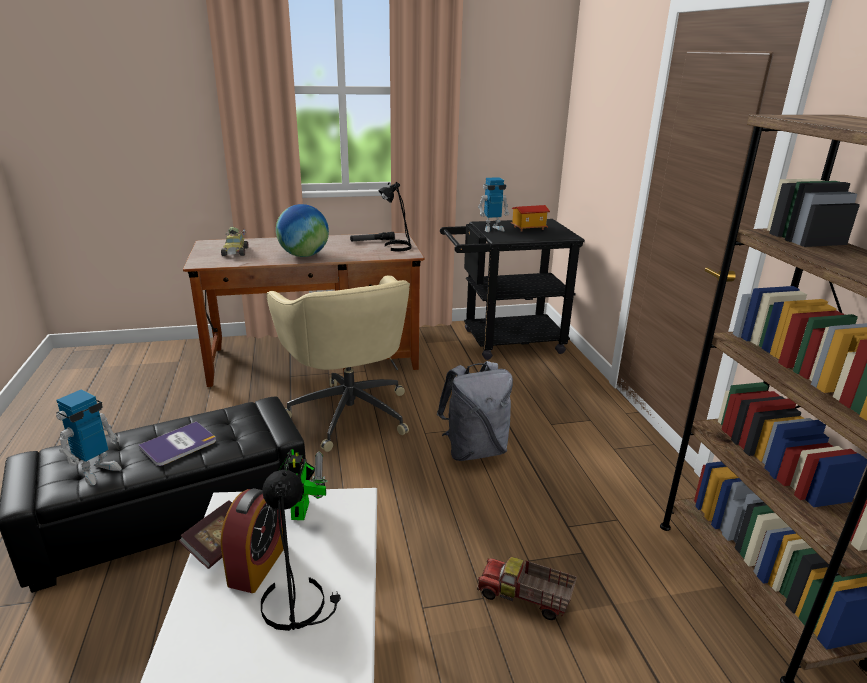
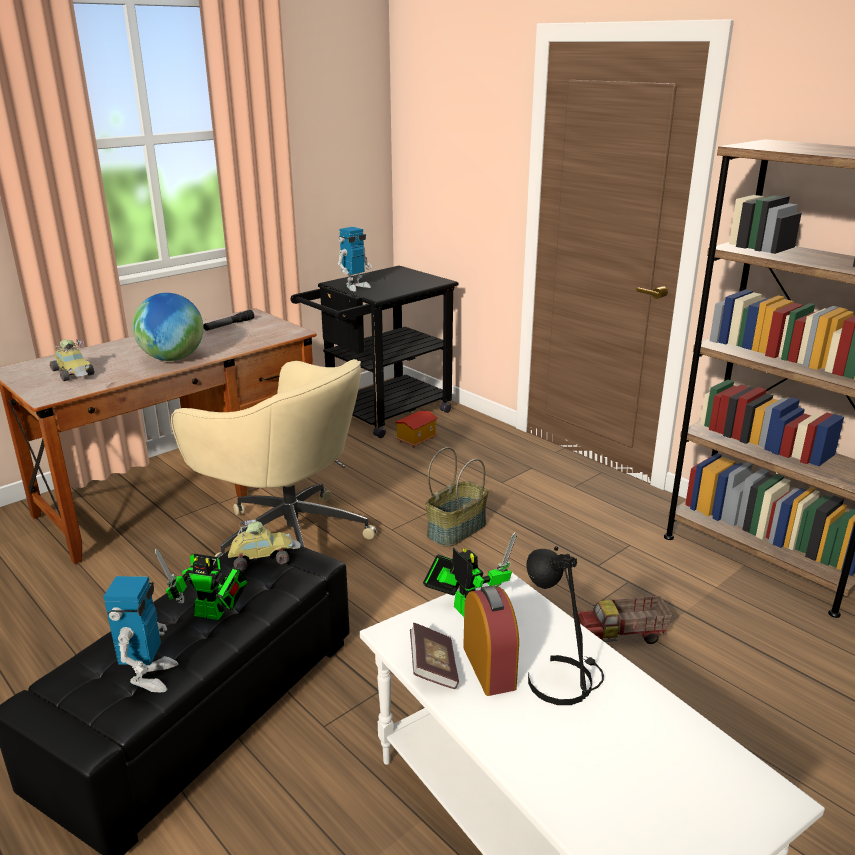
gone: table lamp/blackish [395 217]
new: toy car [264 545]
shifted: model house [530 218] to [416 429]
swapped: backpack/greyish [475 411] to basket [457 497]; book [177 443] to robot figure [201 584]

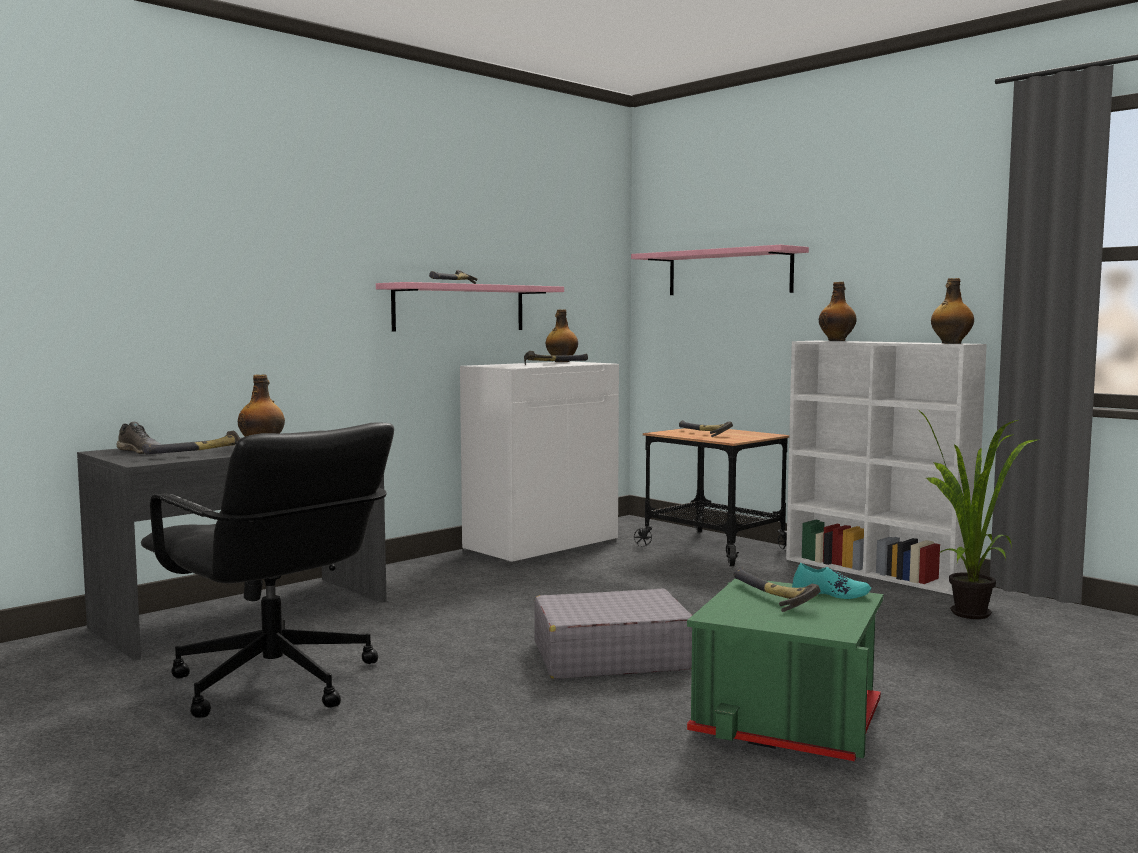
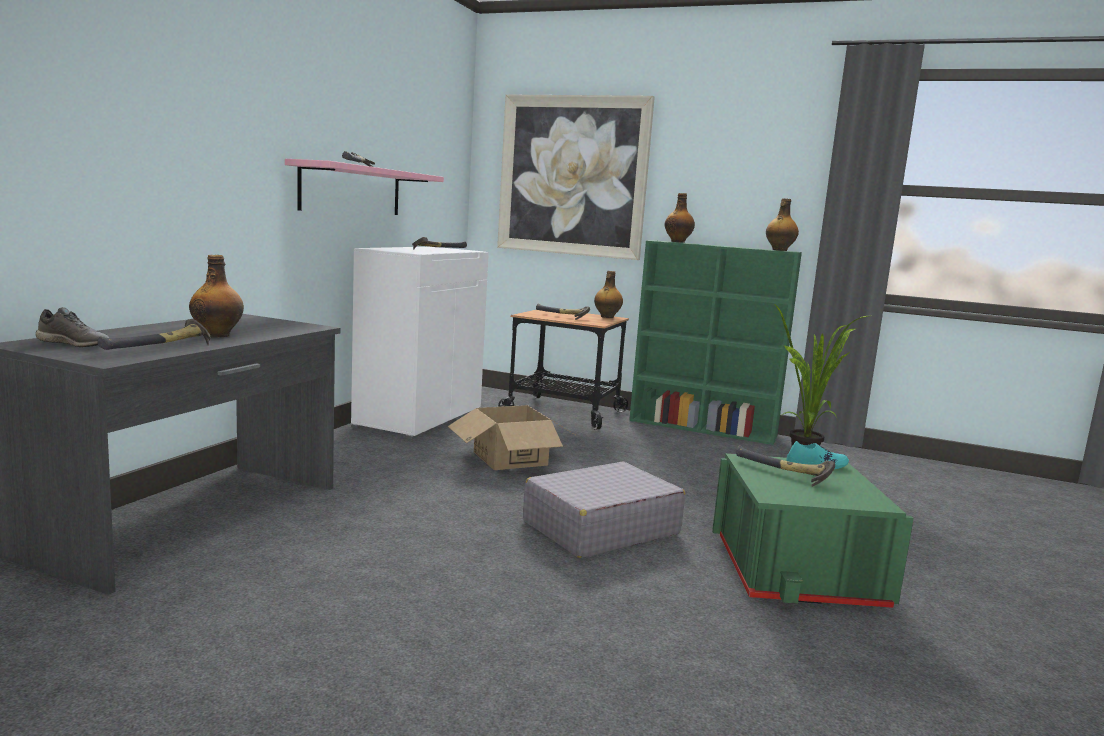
gone: computer chair/blackish [267 570]
new: cardboard box [511 437]
shifted: beverage bottle [561 335] to [608 294]
swapped: bracket shelf/pinkish [720 270] to wall art [576 177]
repainted: bookshelf/white-coloured [886 468] to bookshelf/green-coloured [715 343]

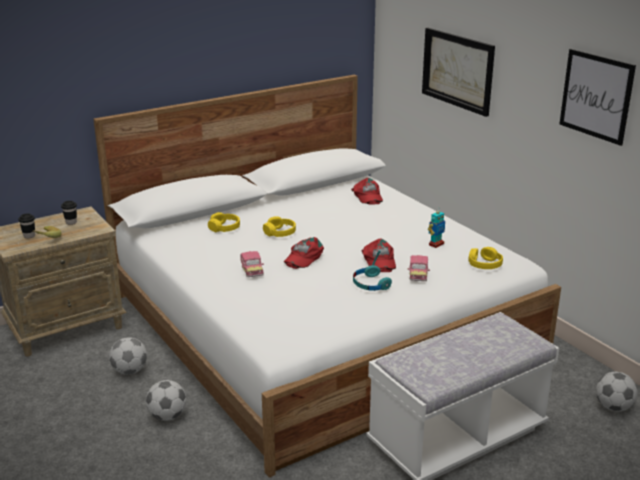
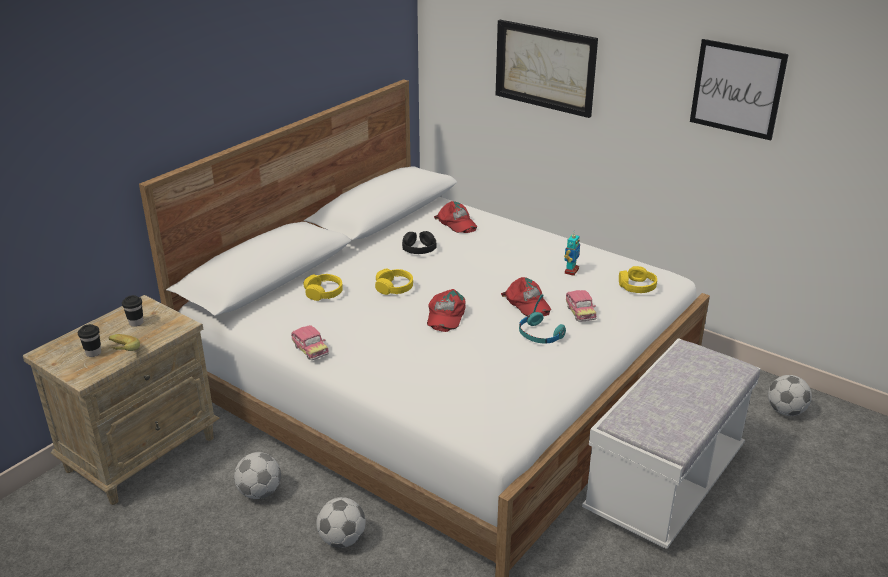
new: headphones/blackish [419 242]
shifted: toy car [252 264] to [310 342]

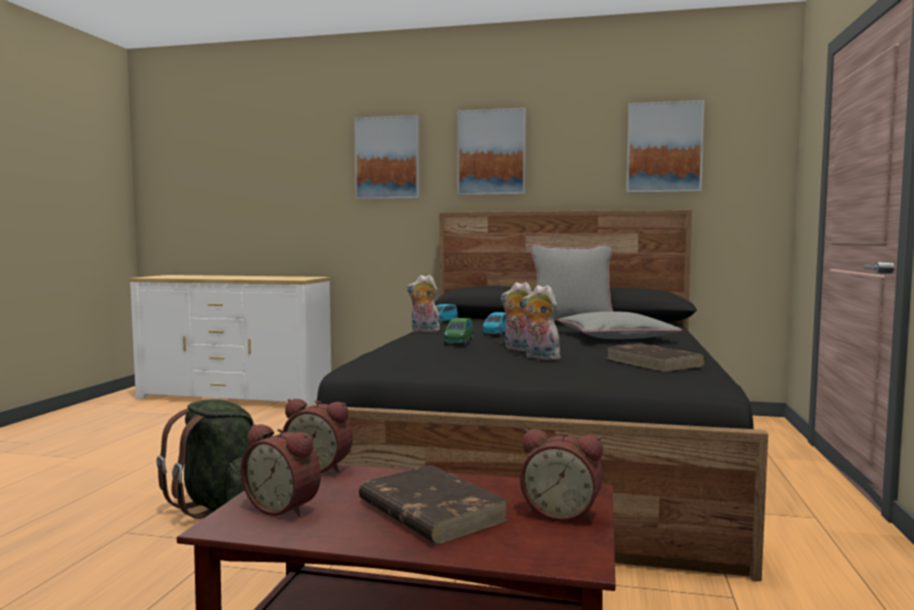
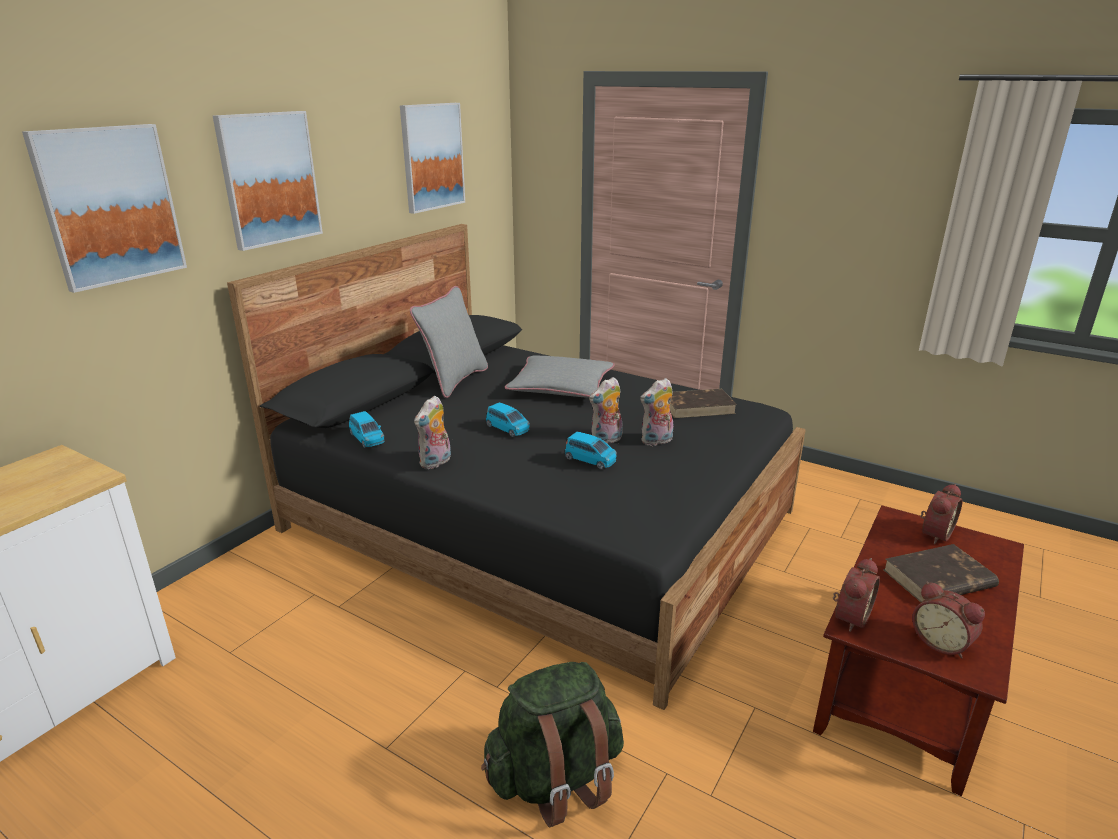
repainted: toy car/green-coloured [459 331] to toy car/blue [591 450]
rotated: table clock [281 470] = [948 620] 90 degrees clockwise

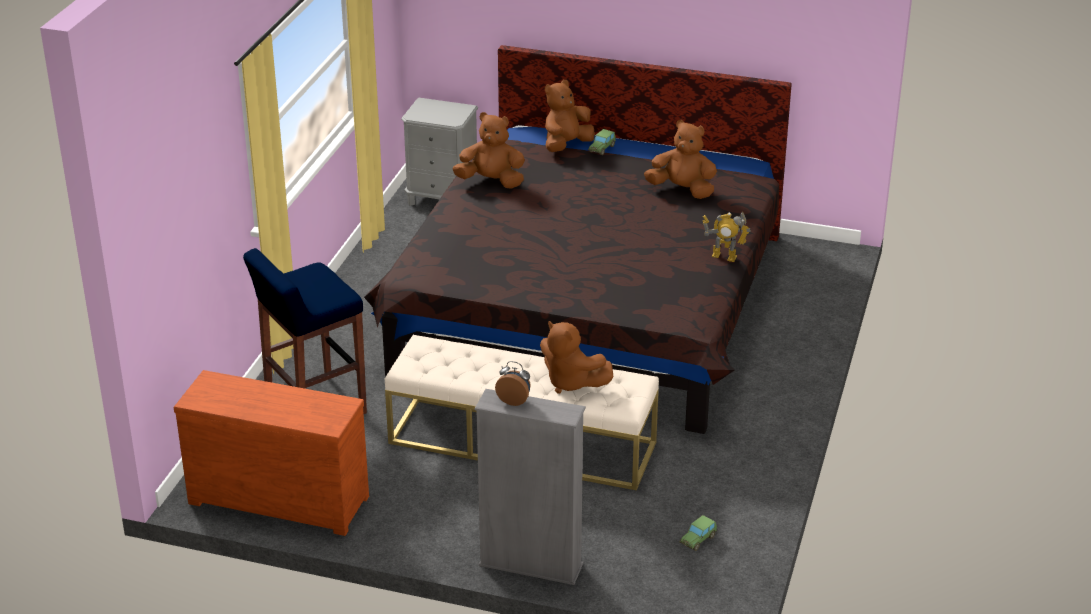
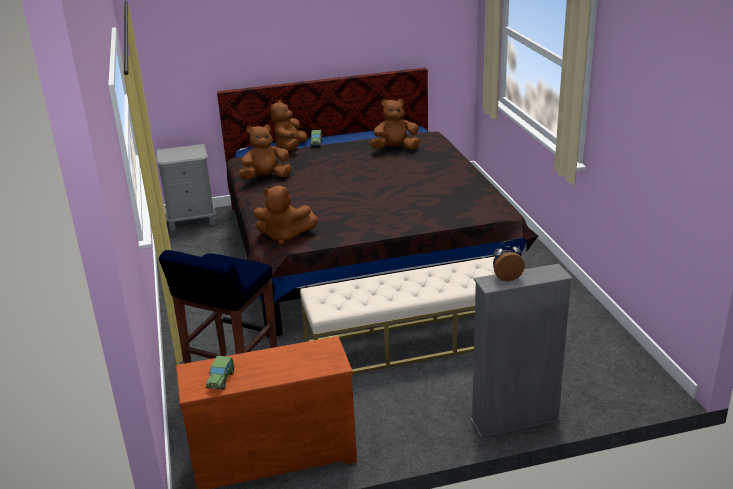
gone: robot figure [727 237]
shifted: cuddly toy/brown-coloured [576 357] to [285 215]; toy car [698 533] to [220 373]

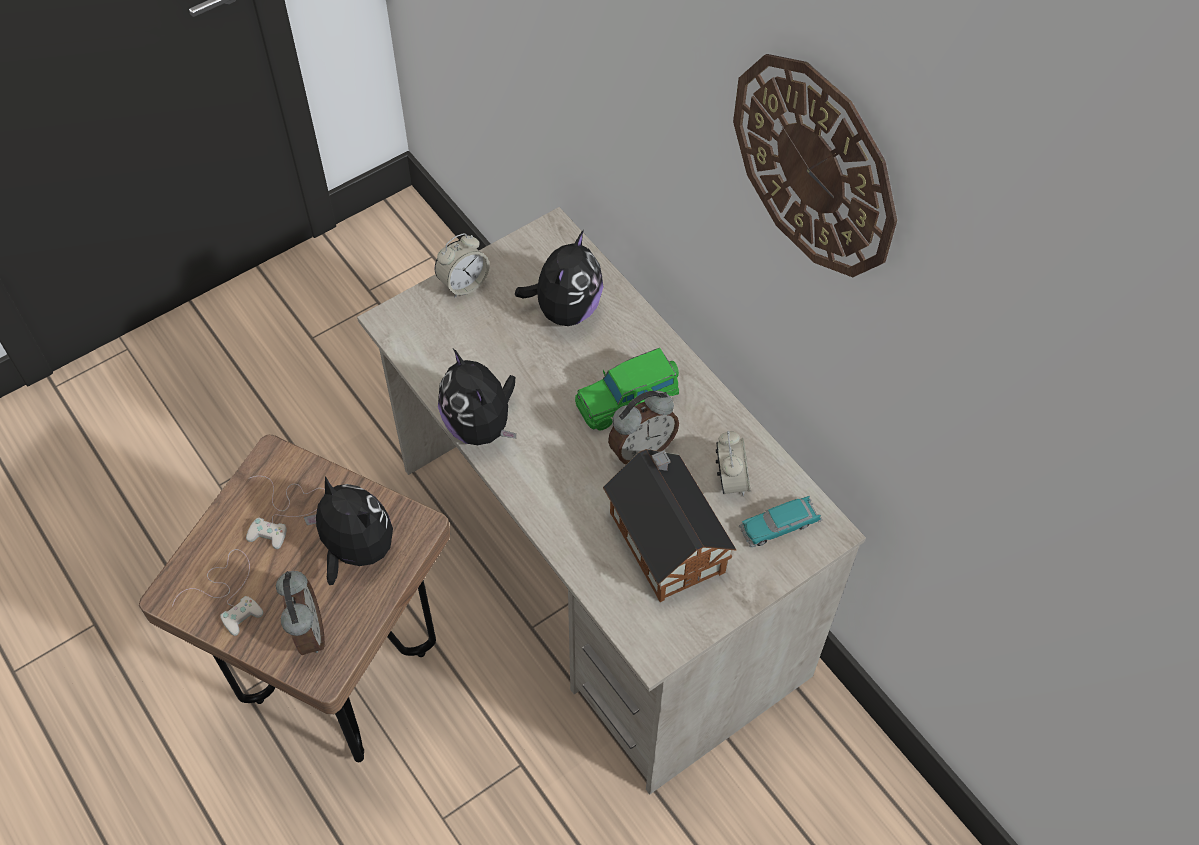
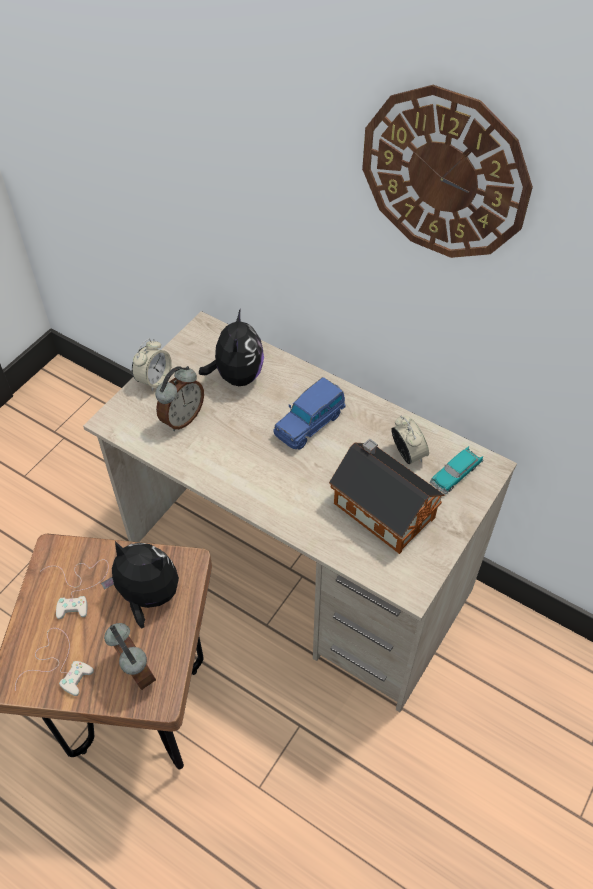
gone: cuddly toy [477 397]
shifted: table clock [643 428] to [179 398]
repainted: toy car/green-coloured [627 389] to toy car/blue [309 413]

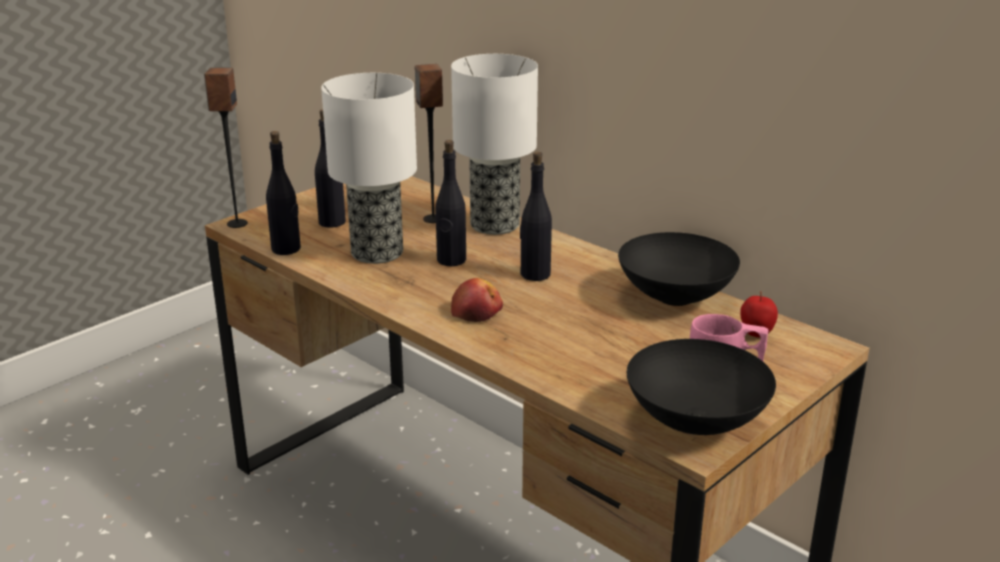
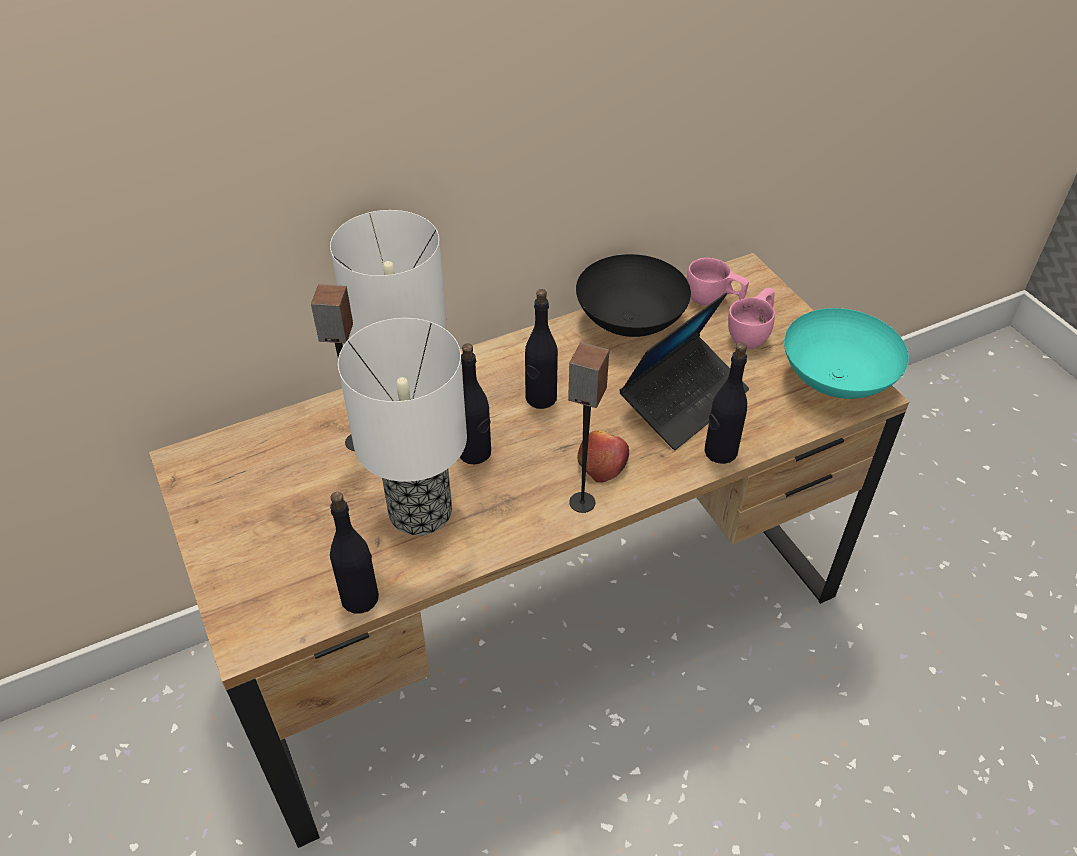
new: laptop [684 371]
shifted: audio speaker [226 148] to [588 427]; beverage bottle/blackish [330 168] to [726 403]
swapped: apple fruit [759 314] to cup/pinkish [717 281]
repainted: deep dish/blackish [701 387] to deep dish/turquoise [846 353]

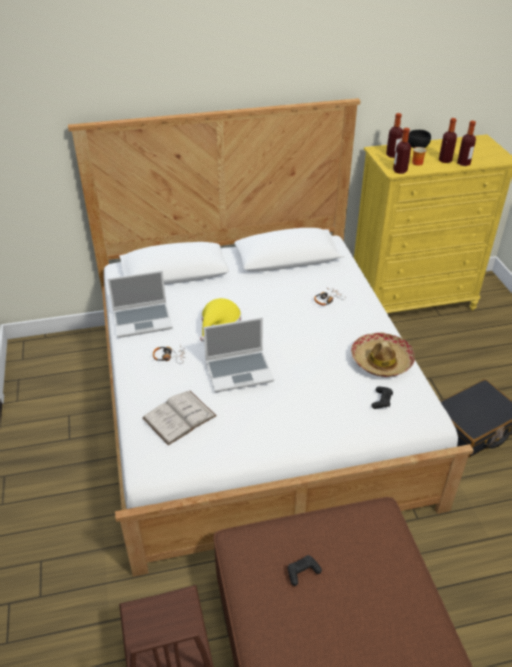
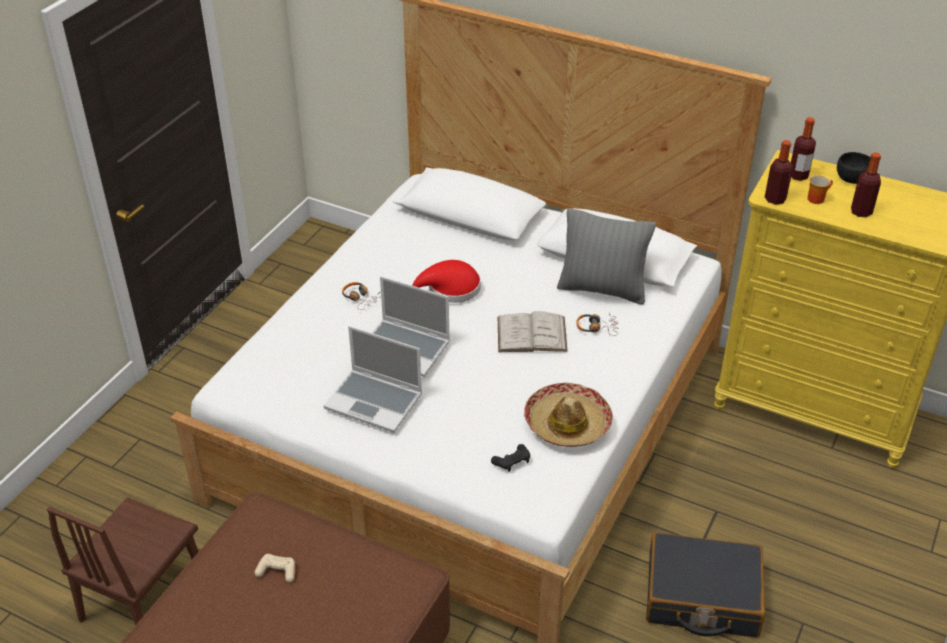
gone: beverage bottle [466 143]
new: pillow/greyish [606 256]
shifted: laptop [140 304] to [373 379]; book/white-coloured [180 418] to [533 331]
repainted: hat/yellow [220 320] to hat/reddish [446 281]; joypad/blackish [305 570] to joypad/beige [275 568]

